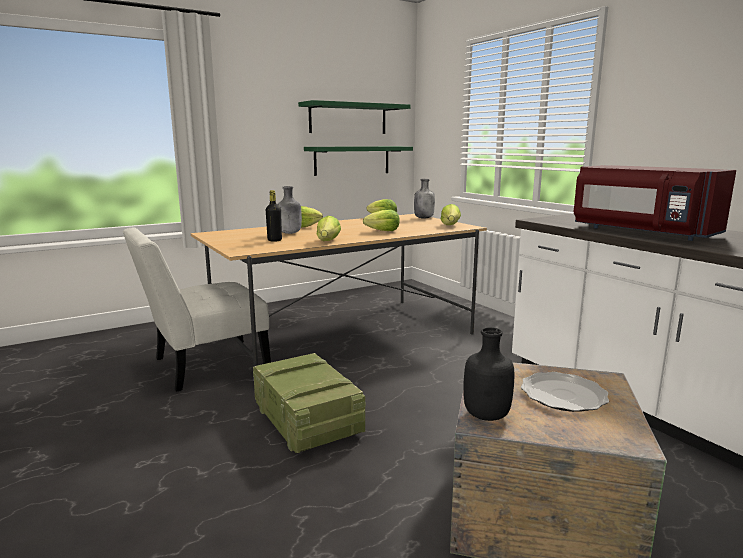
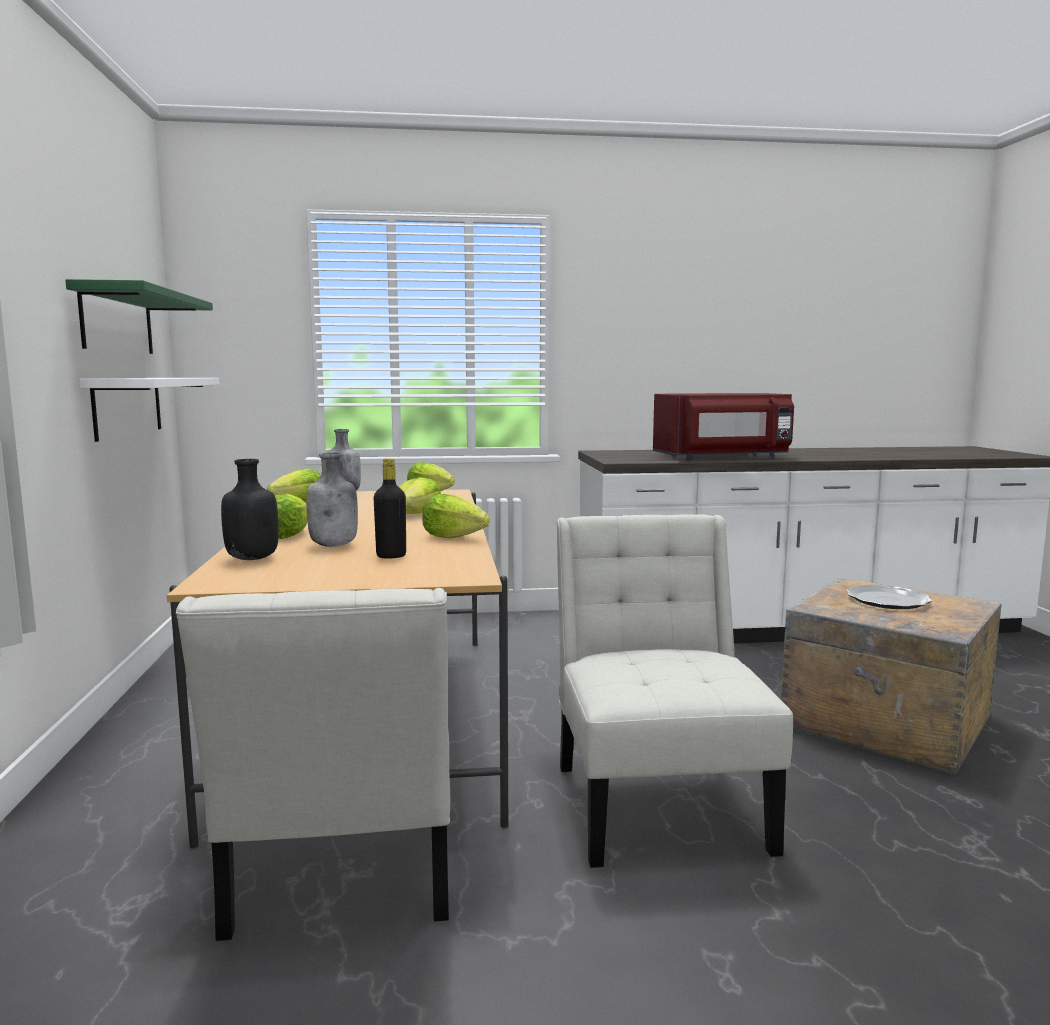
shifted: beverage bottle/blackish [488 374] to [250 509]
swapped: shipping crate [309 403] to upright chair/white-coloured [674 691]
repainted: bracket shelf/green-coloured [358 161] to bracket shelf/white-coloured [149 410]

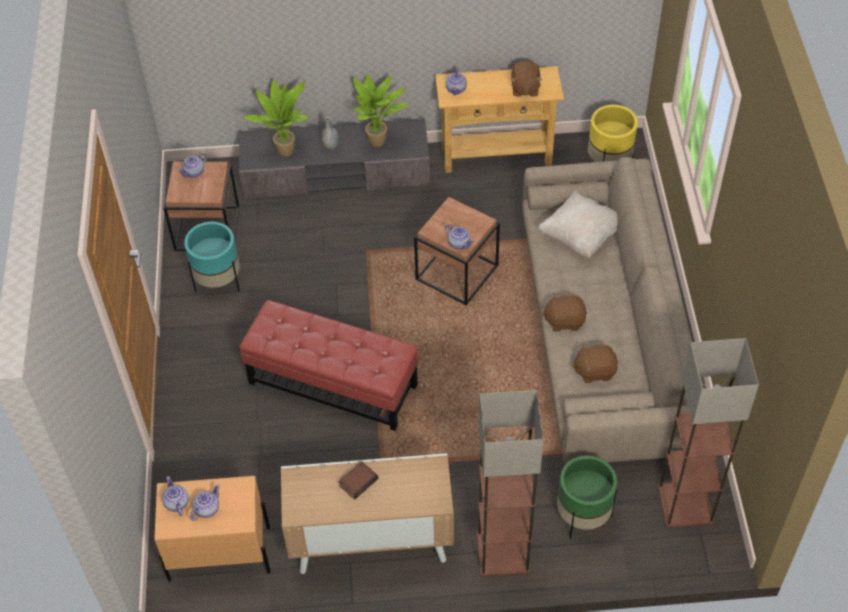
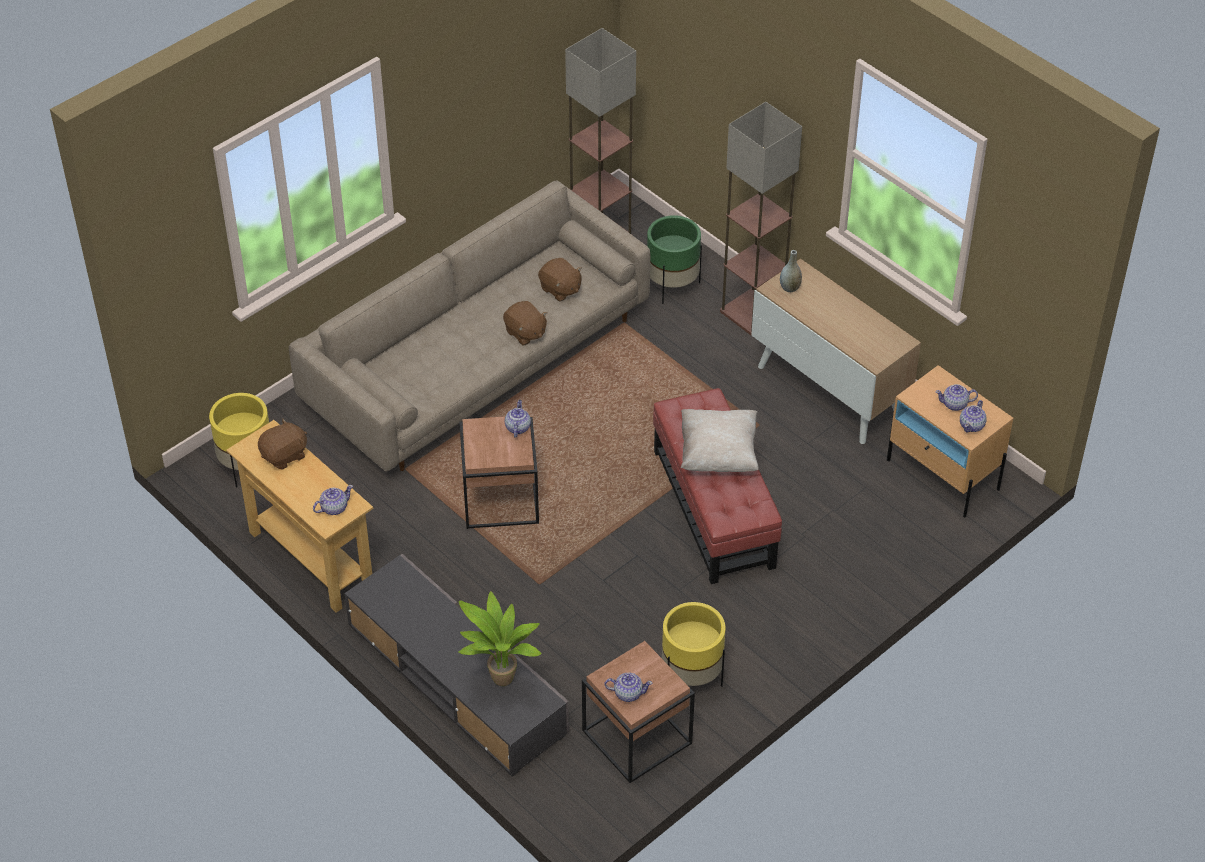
gone: plant in a pot [381 110]; book [358 480]
shifted: flower vase/greyish [330 133] to [791 271]; pillow/beige [577 224] to [720 440]
repainted: plant pot/turquoise [212 257] to plant pot/yellow [694 644]

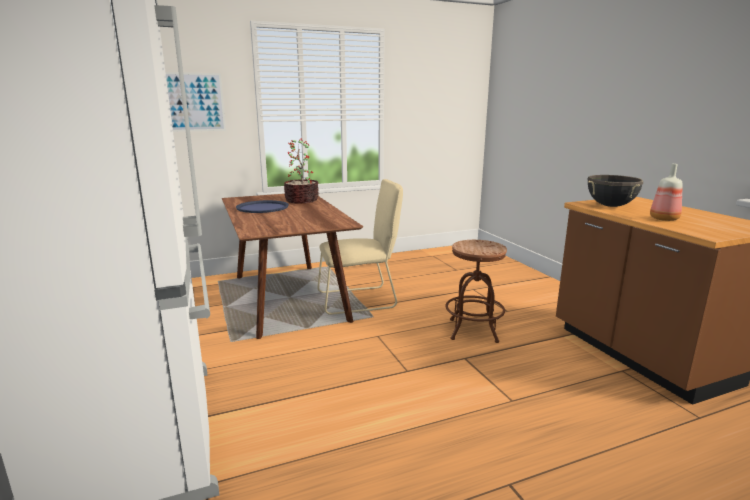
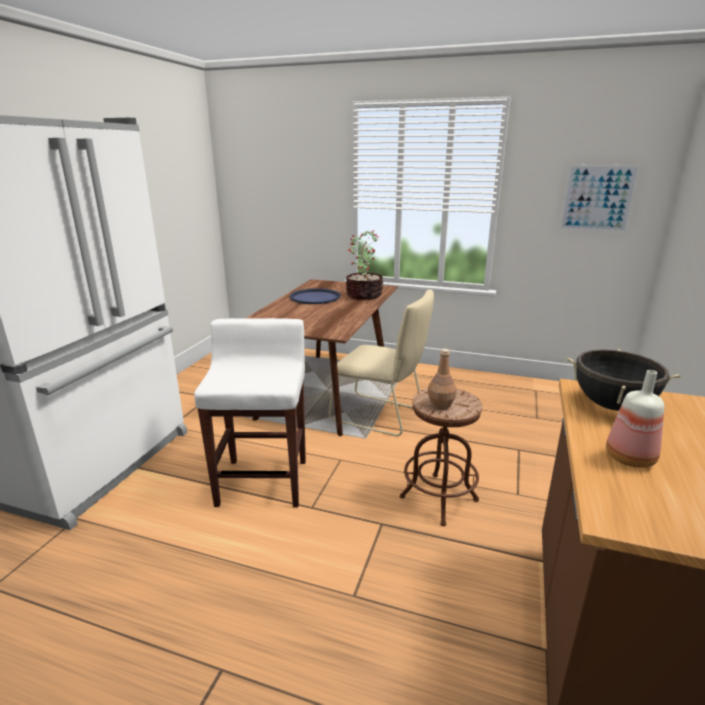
new: stool seat/white-coloured [250 412]; beverage bottle/brown-coloured [441 379]
shifted: wall art [195 102] to [600 198]

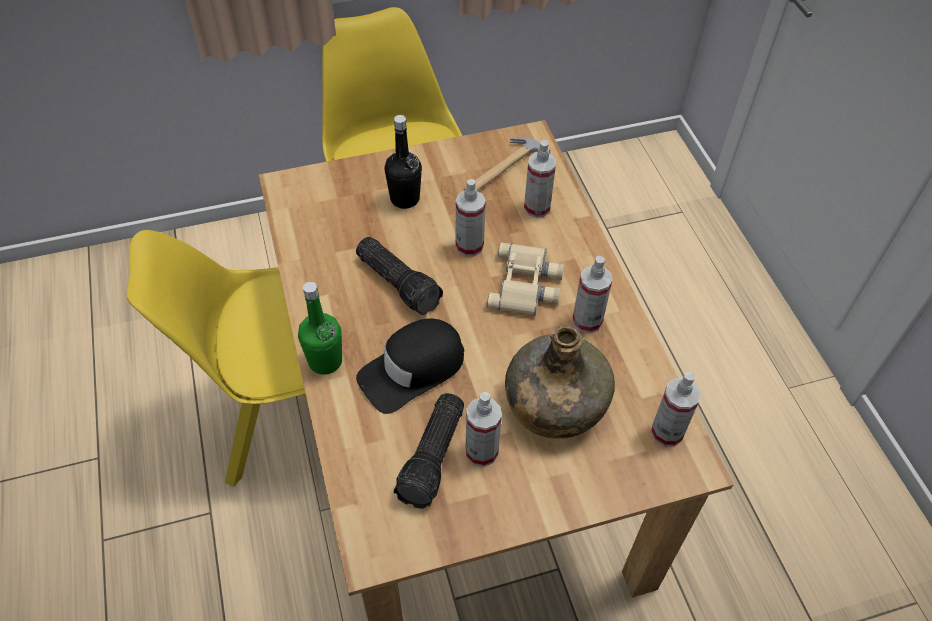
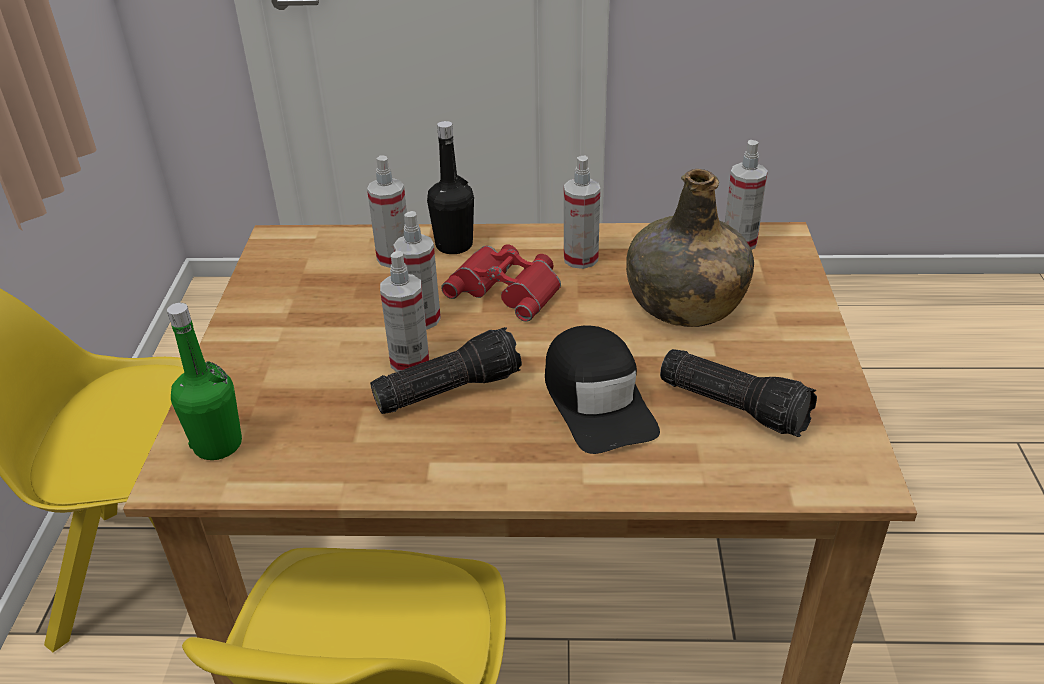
gone: hand hammer [507 164]
shifted: beverage bottle/blackish [403 162] to [450 187]; beverage bottle/green-coloured [320 328] to [204 381]; sprayer [484 429] to [404 311]
repainted: binoculars/beige [525 279] to binoculars/reddish [501 283]

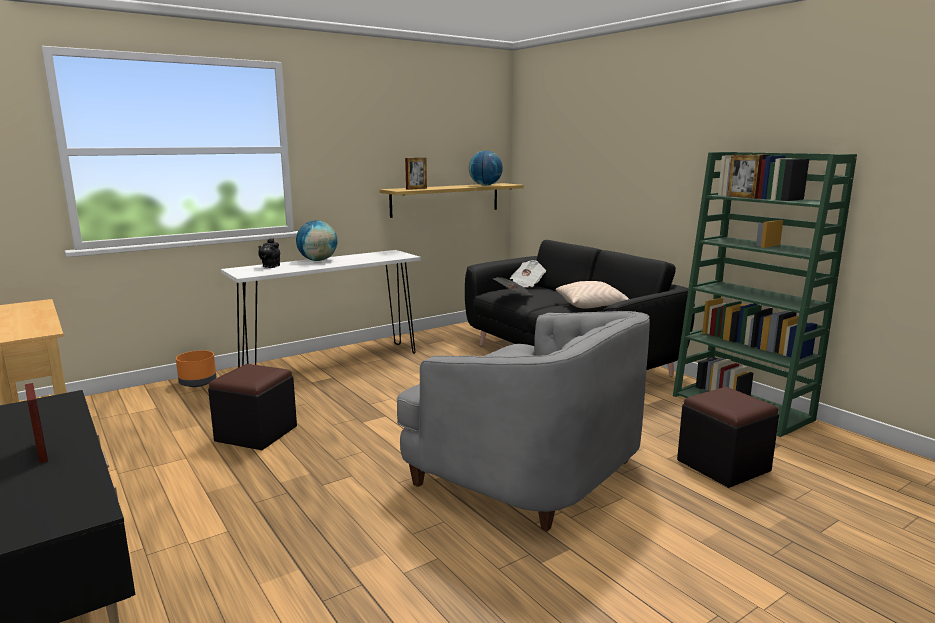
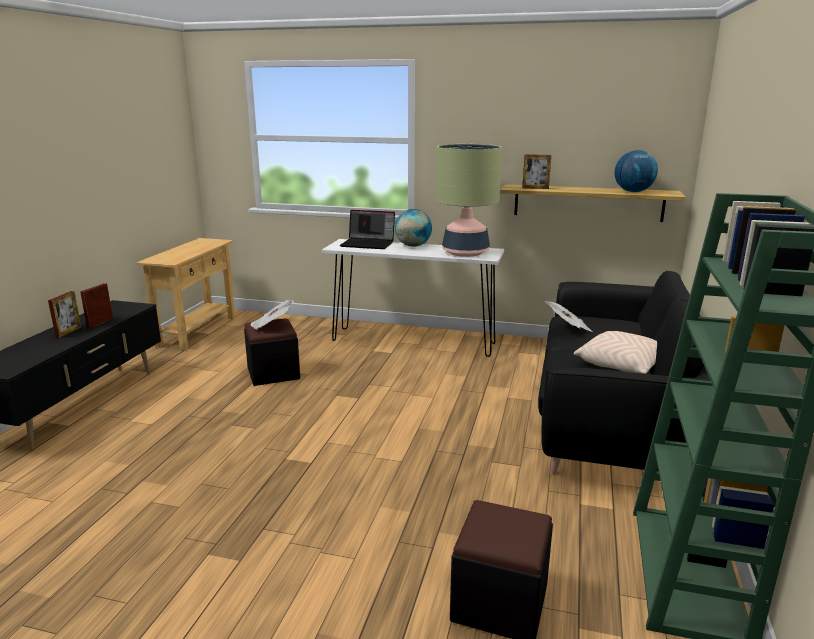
gone: lounge chair/greyish [523 421]; plant pot/orange [196 368]
new: table lamp [468 200]
shifted: picture frame [745 177] to [96 305]; printed paper [528 273] to [272 315]
swapped: teapot/blackish [269 253] to laptop [367 229]

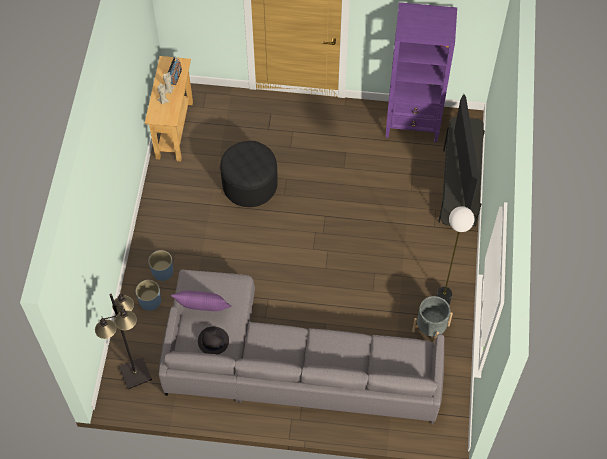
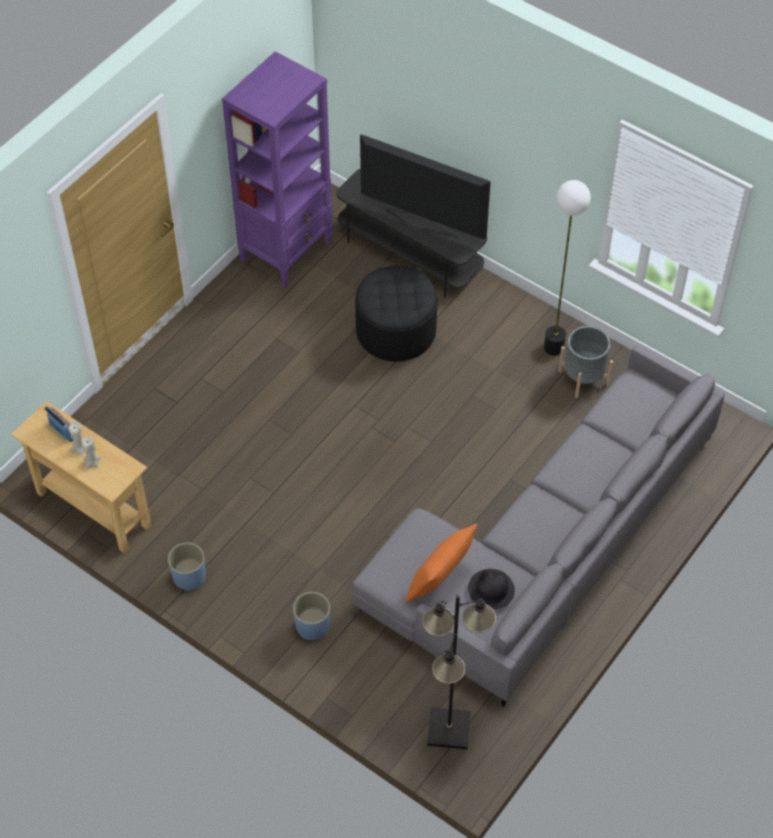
shifted: pouffe/blackish [249 174] to [396 313]; plant pot/blue [148 295] to [187 566]
repainted: pillow/purplish [201 301] to pillow/orange [441 563]

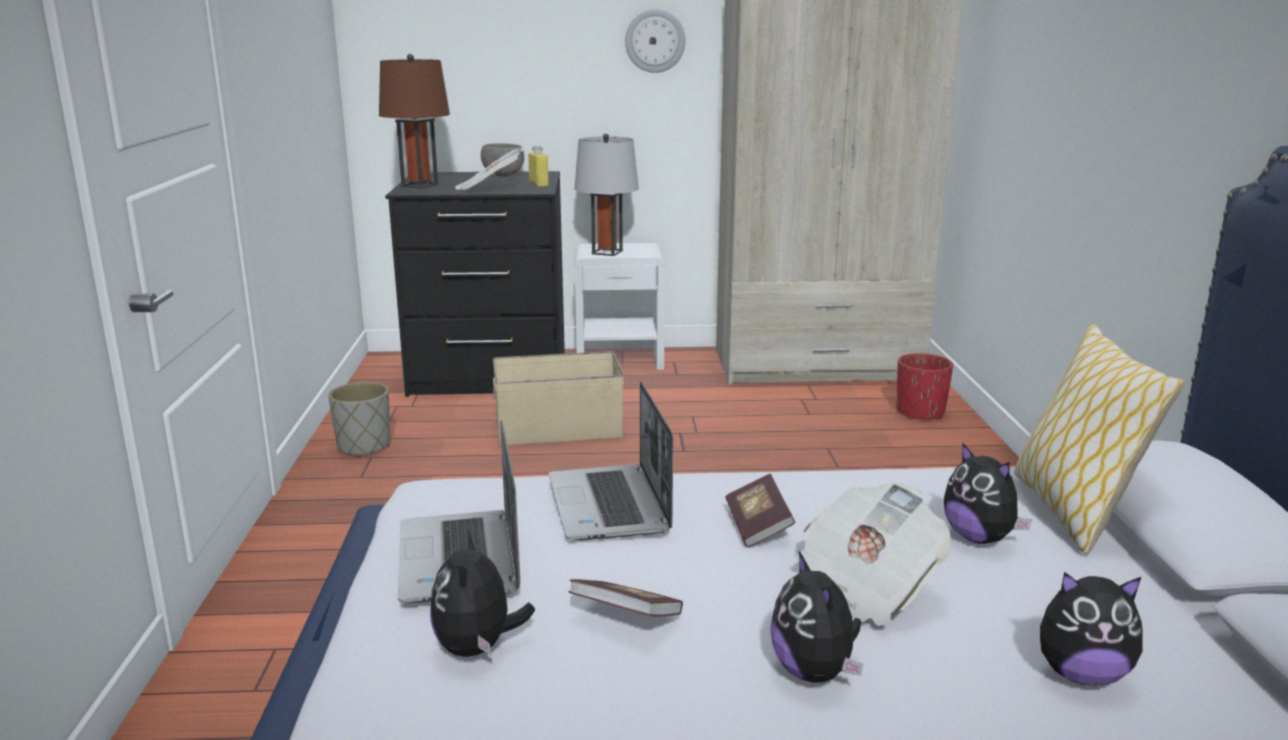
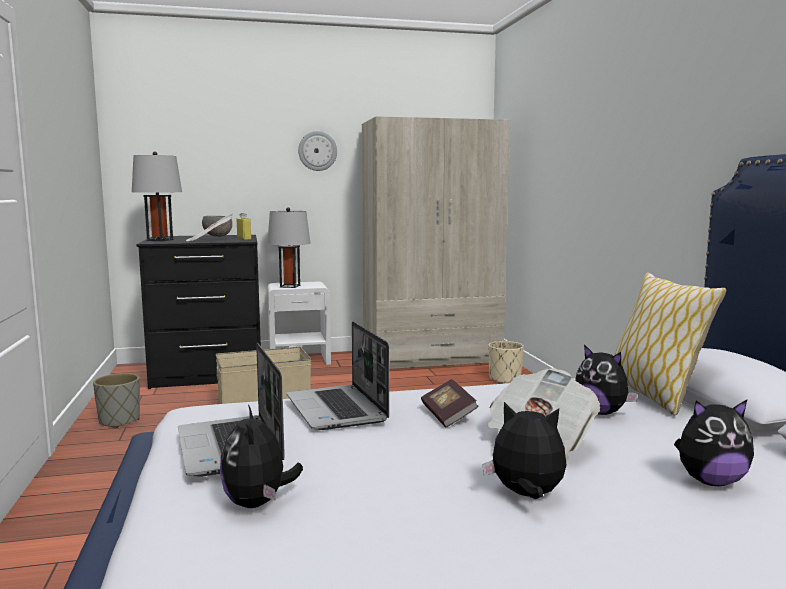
gone: book [625 598]
repainted: table lamp/brown-coloured [414 121] to table lamp/greyish [157 196]; plant pot/reddish [925 386] to plant pot/beige [506 362]
rotated: cuddly toy [816 616] = [524 450] 135 degrees clockwise

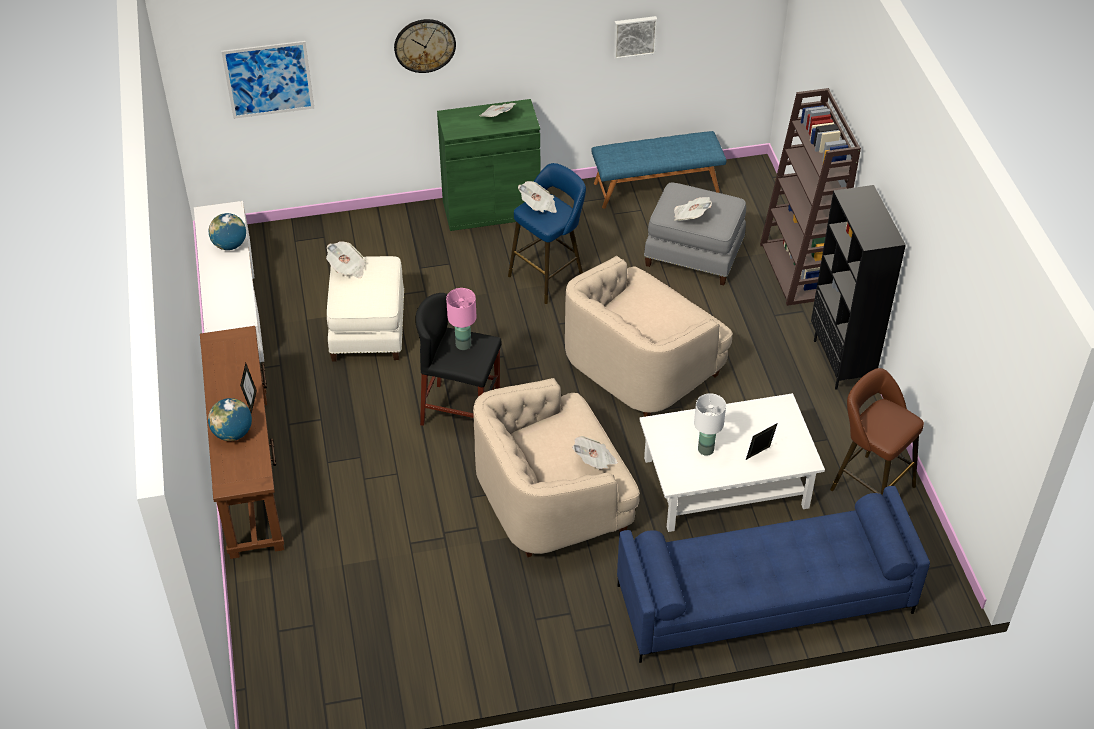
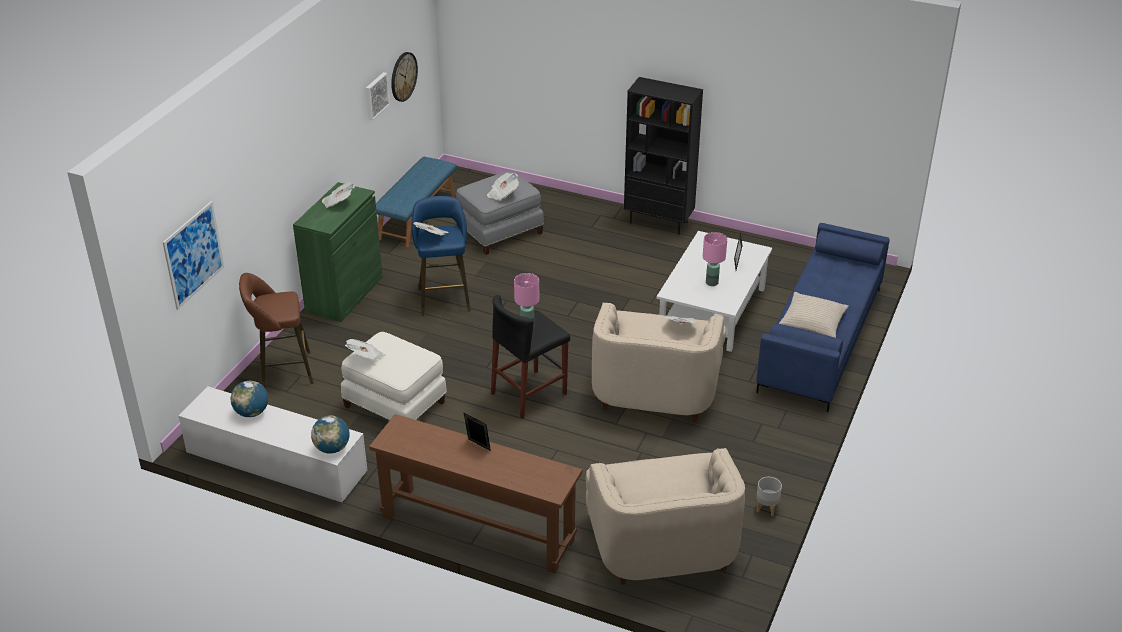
gone: bookshelf/brown-coloured [810 197]
new: pillow/beige [814 315]; plant pot/greyish [769 496]
shifted: clock on the wall [425 46] to [404 77]; lounge chair/beige [649 336] to [665 516]; stool seat/brown-coloured [877 431] to [276 330]; globe [230 419] to [330 435]
repainted: table lamp/white-coloured [710 424] to table lamp/pinkish [715 259]

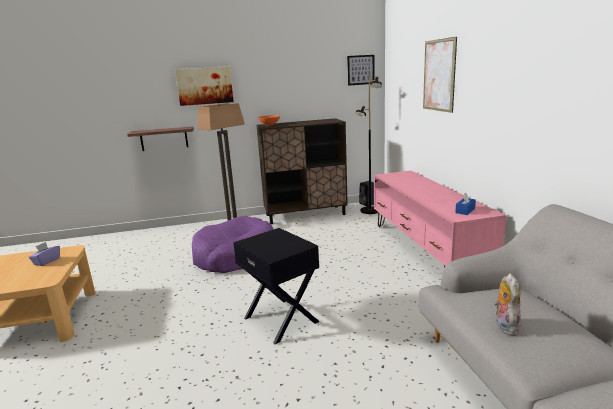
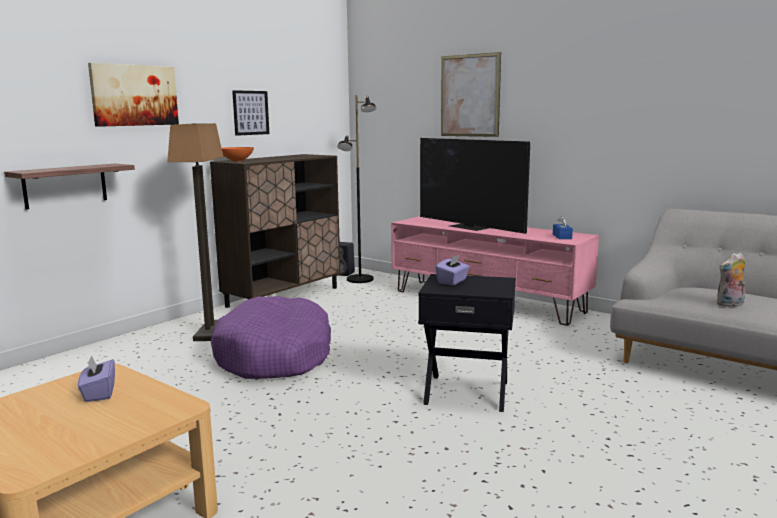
new: TV [475 186]; tissue box/purplish [452 270]
shifted: wall art [361 70] to [250 113]
rotated: cuddly toy [508 305] = [731 279] 75 degrees counterclockwise

